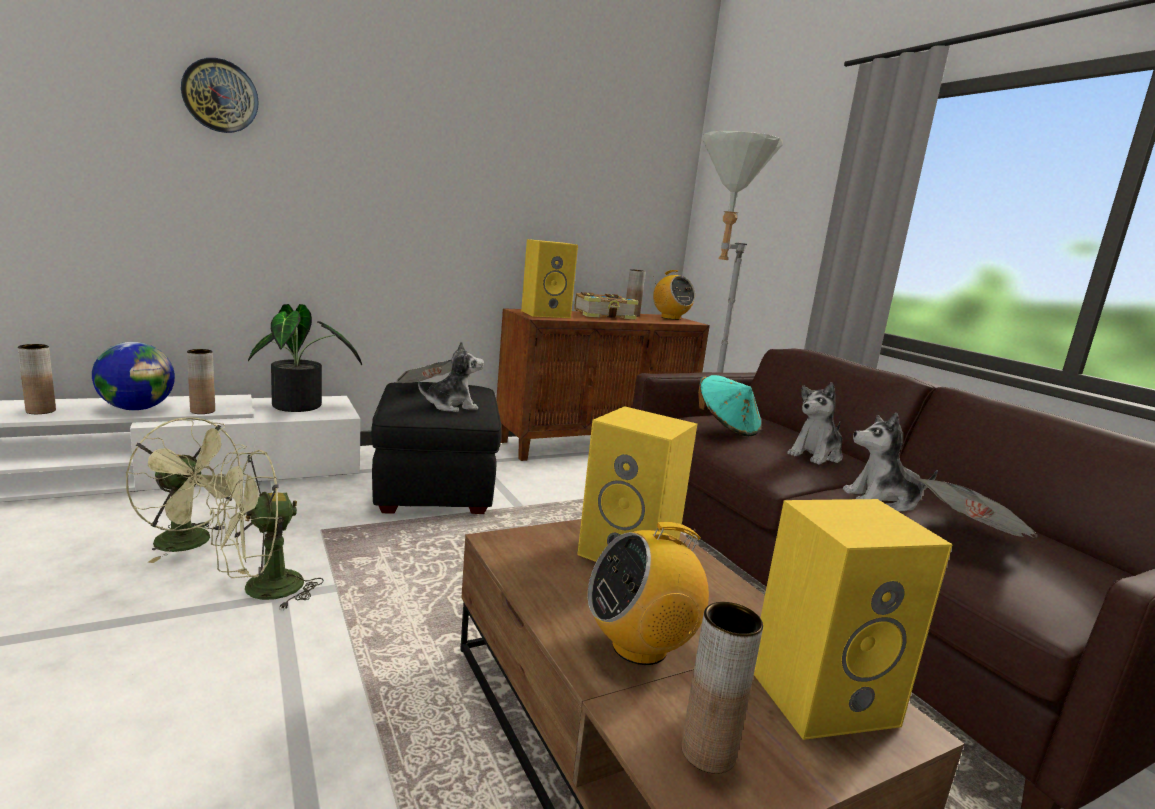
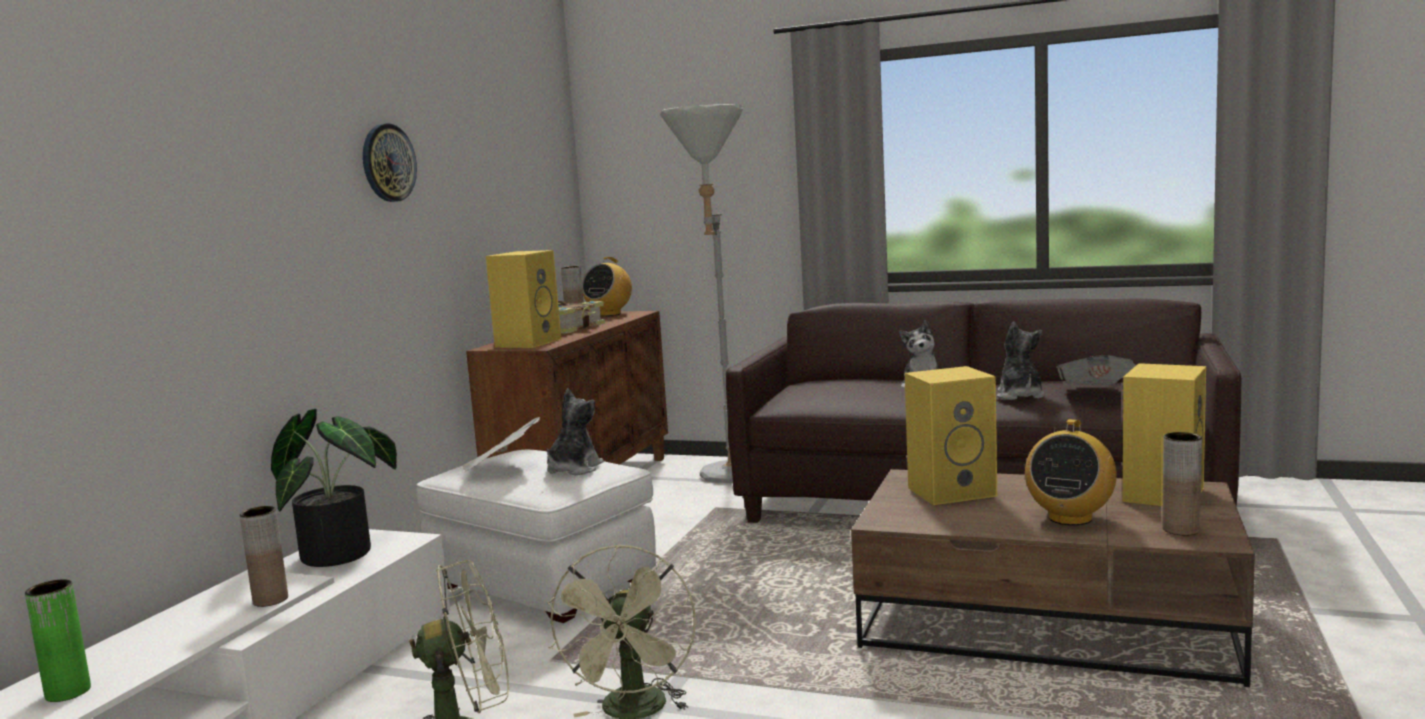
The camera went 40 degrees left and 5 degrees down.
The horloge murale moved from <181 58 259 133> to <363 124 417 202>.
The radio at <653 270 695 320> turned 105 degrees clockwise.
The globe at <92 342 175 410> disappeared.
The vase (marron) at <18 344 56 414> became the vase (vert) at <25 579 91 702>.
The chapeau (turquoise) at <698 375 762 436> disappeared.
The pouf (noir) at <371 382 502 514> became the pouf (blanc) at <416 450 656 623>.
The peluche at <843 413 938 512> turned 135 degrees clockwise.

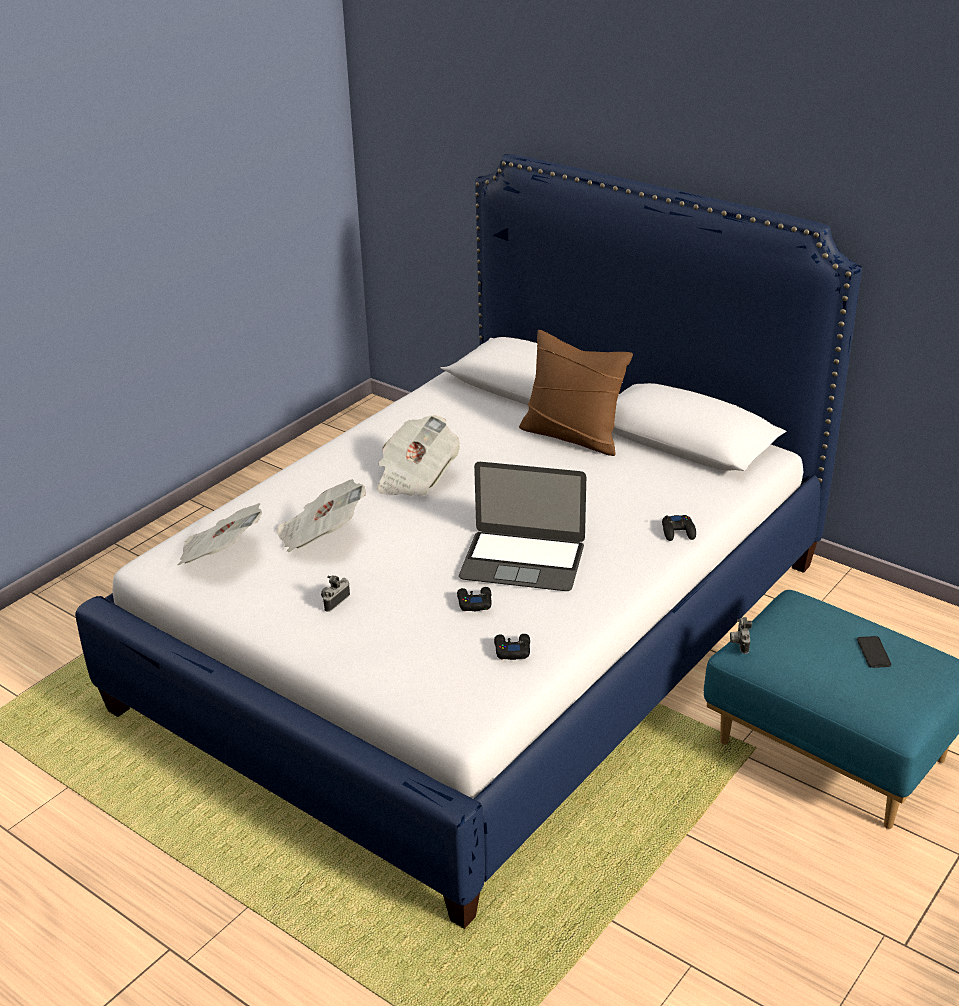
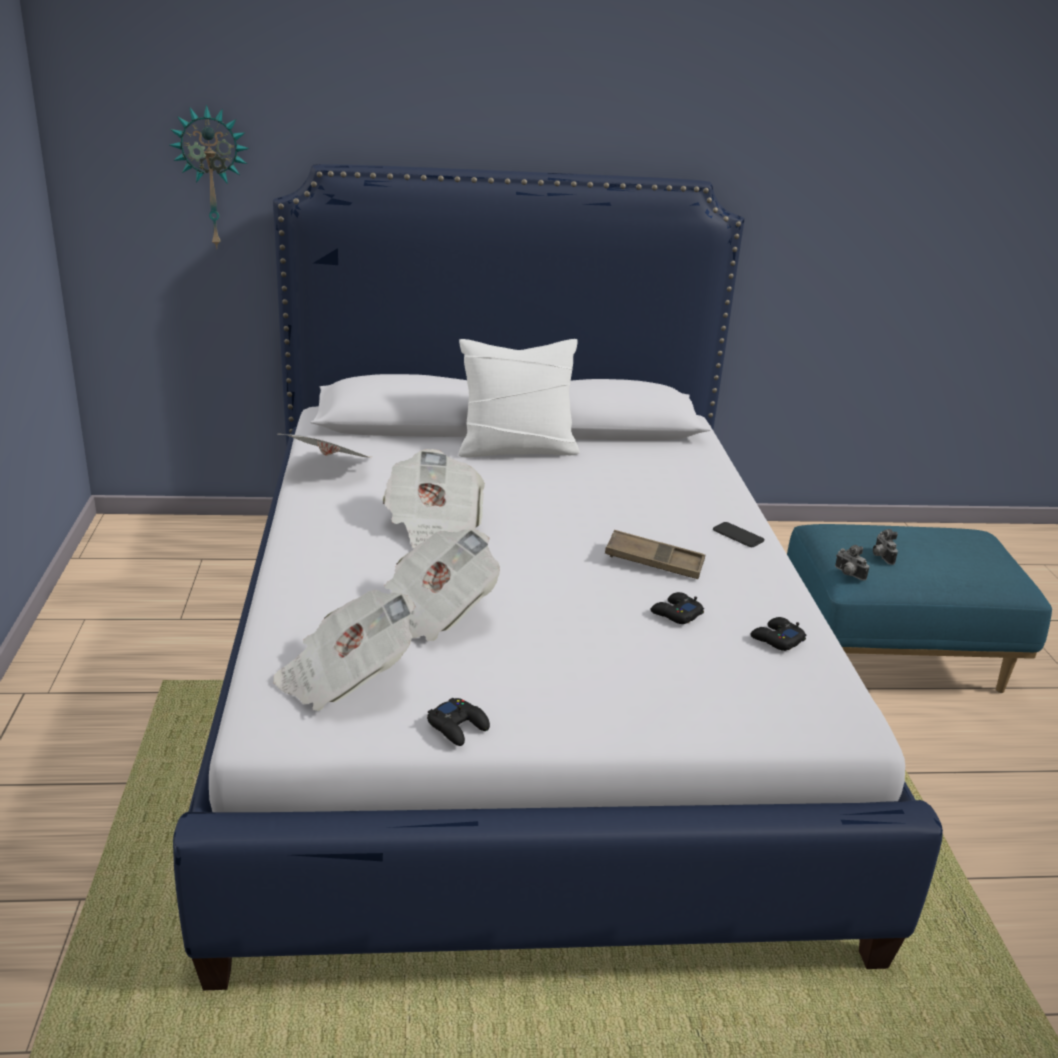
The camera went 45 degrees left and 5 degrees down.
The coussin (marron) at <519 330 633 456> became the coussin (blanc) at <458 339 580 457>.
The ordinateur portable at <459 462 586 591> was replaced by the plateau (marron) at <605 530 705 579>.
The manette (noir) moved from <662 515 696 541> to <427 698 490 746>.
The appareil photo moved from <321 575 350 612> to <873 529 898 565>.
The téléphone moved from <857 636 891 668> to <713 522 764 547>.
The horloge murale at <170 105 249 250> appeared.
The journal at <277 433 373 459> appeared.

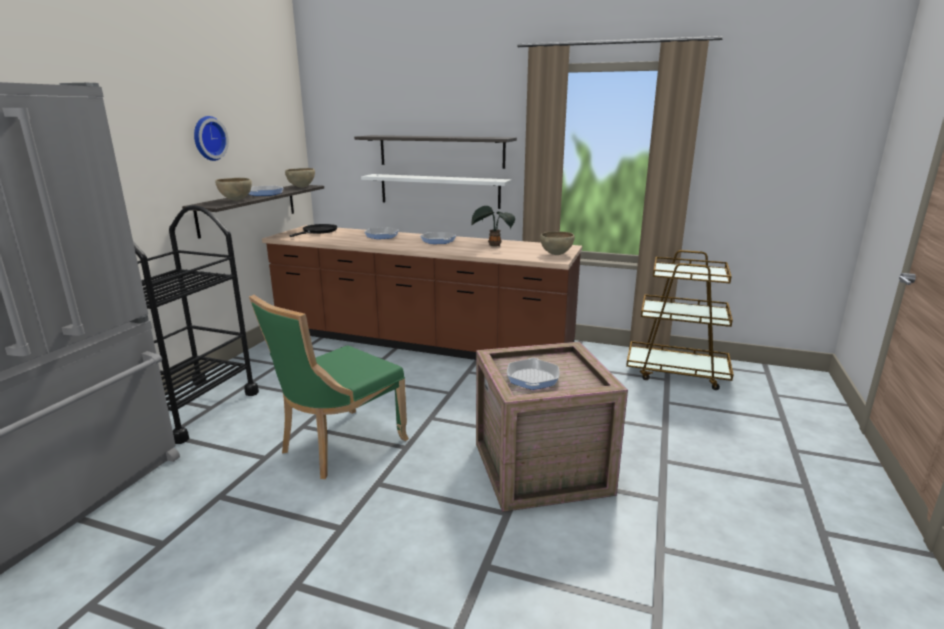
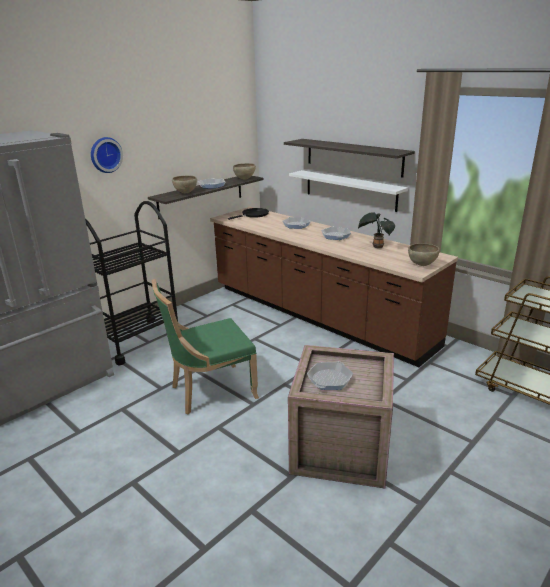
The camera went 25 degrees right and 5 degrees up.
The horloge murale moved from <194 116 229 161> to <91 137 123 173>.

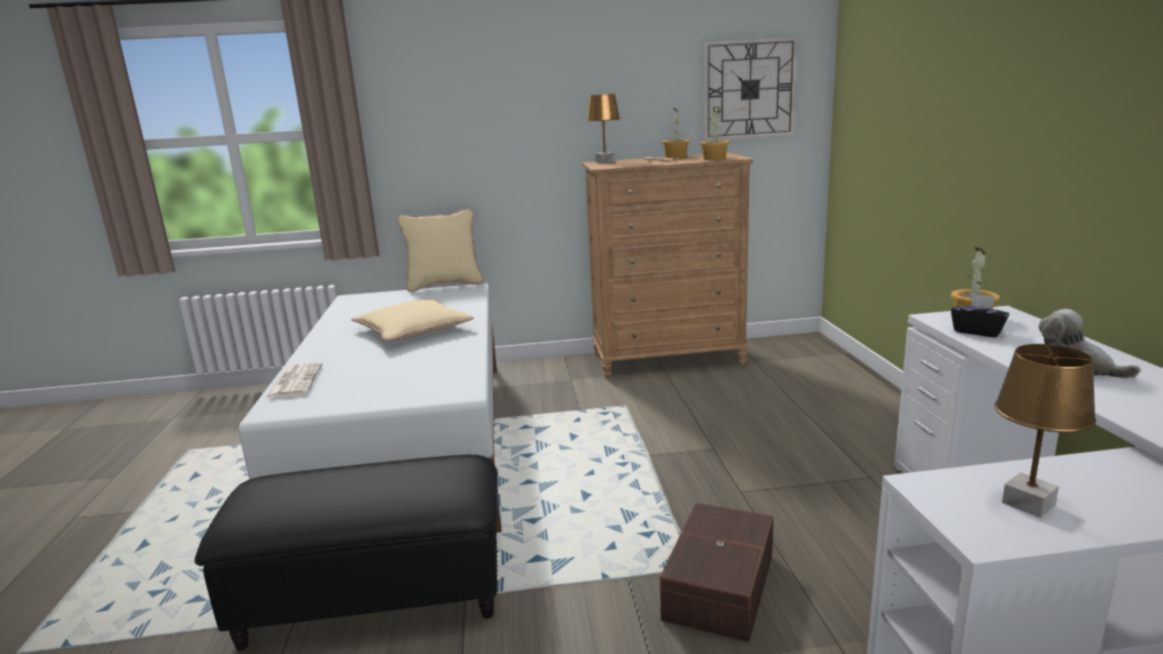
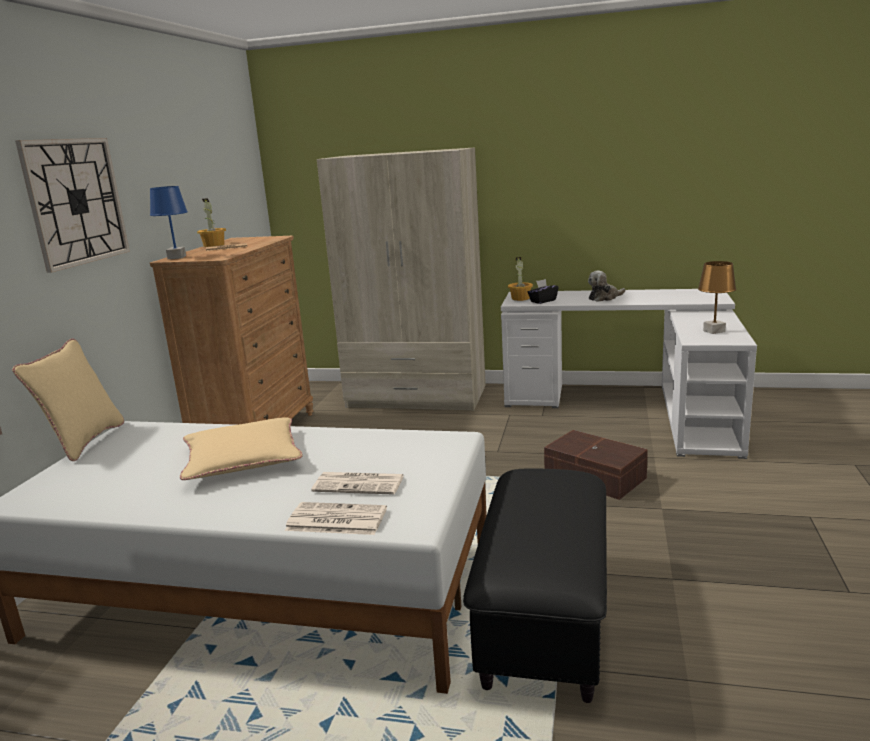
The camera went 70 degrees left and 0 degrees up.
The horloge murale moved from <704 37 798 141> to <15 138 130 273>.
The lampe de table (marron) at <586 94 620 163> became the lampe de table (bleu) at <150 186 188 259>.
The plante en pot at <699 107 730 160> disappeared.
The armoire (beige) at <317 147 486 411> appeared.
The journal at <311 472 404 495> appeared.

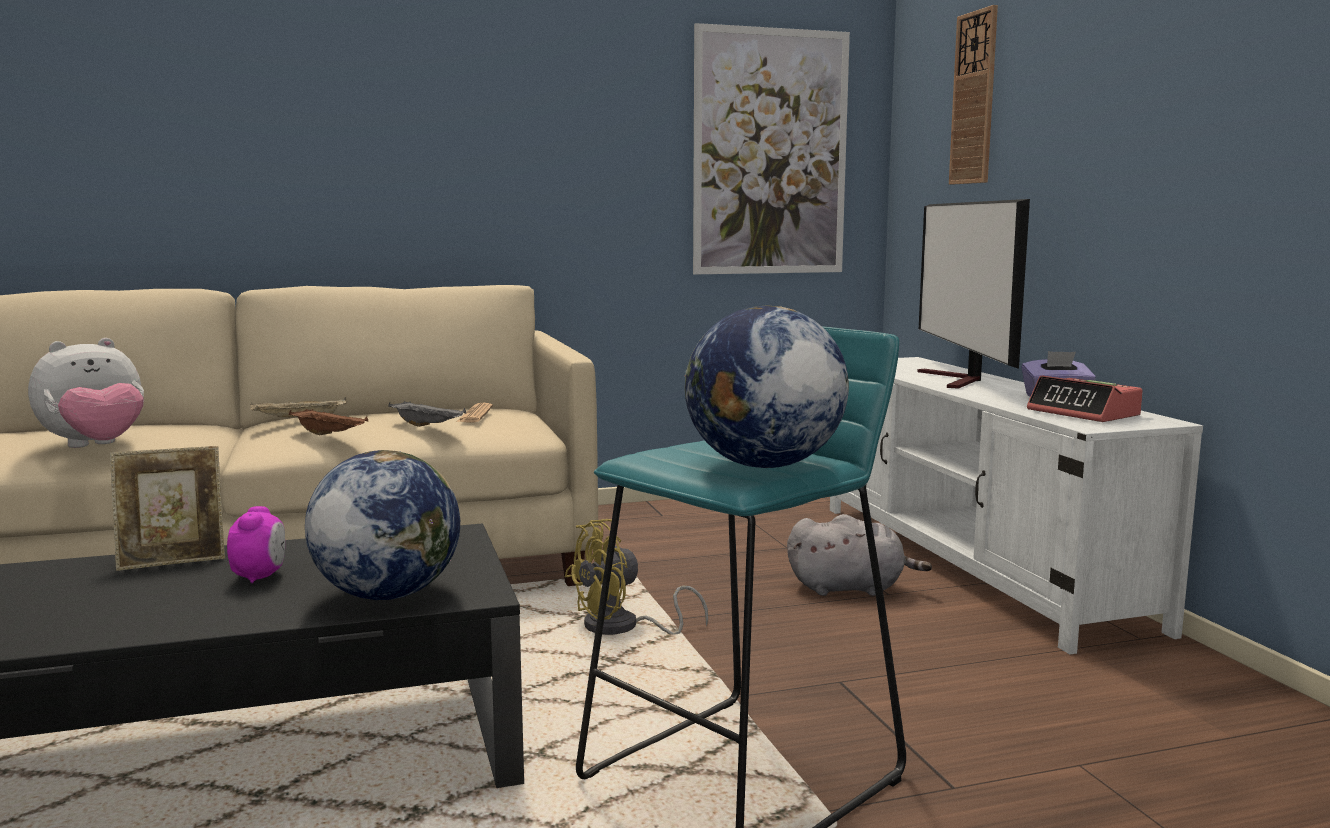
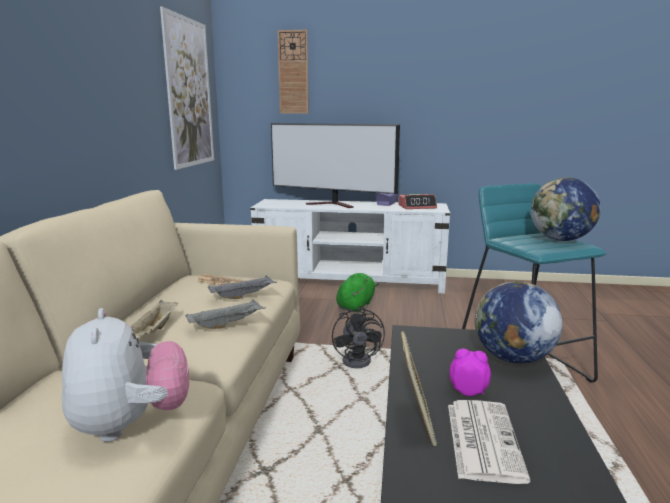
The camera went 65 degrees left and 5 degrees up.
The plateau (marron) at <289 409 368 435> became the plateau (gris) at <185 299 266 329>.
The peluche (gris) at <787 514 932 596> became the peluche (vert) at <336 273 379 313>.
The ventilateur (jaune) at <564 519 708 635> became the ventilateur (noir) at <332 306 385 368>.
The journal at <448 400 530 484> appeared.

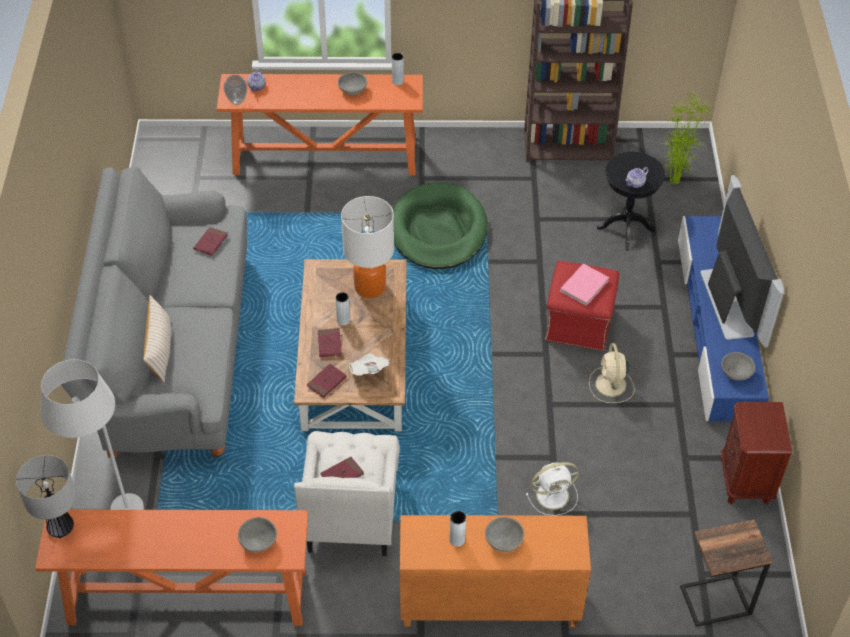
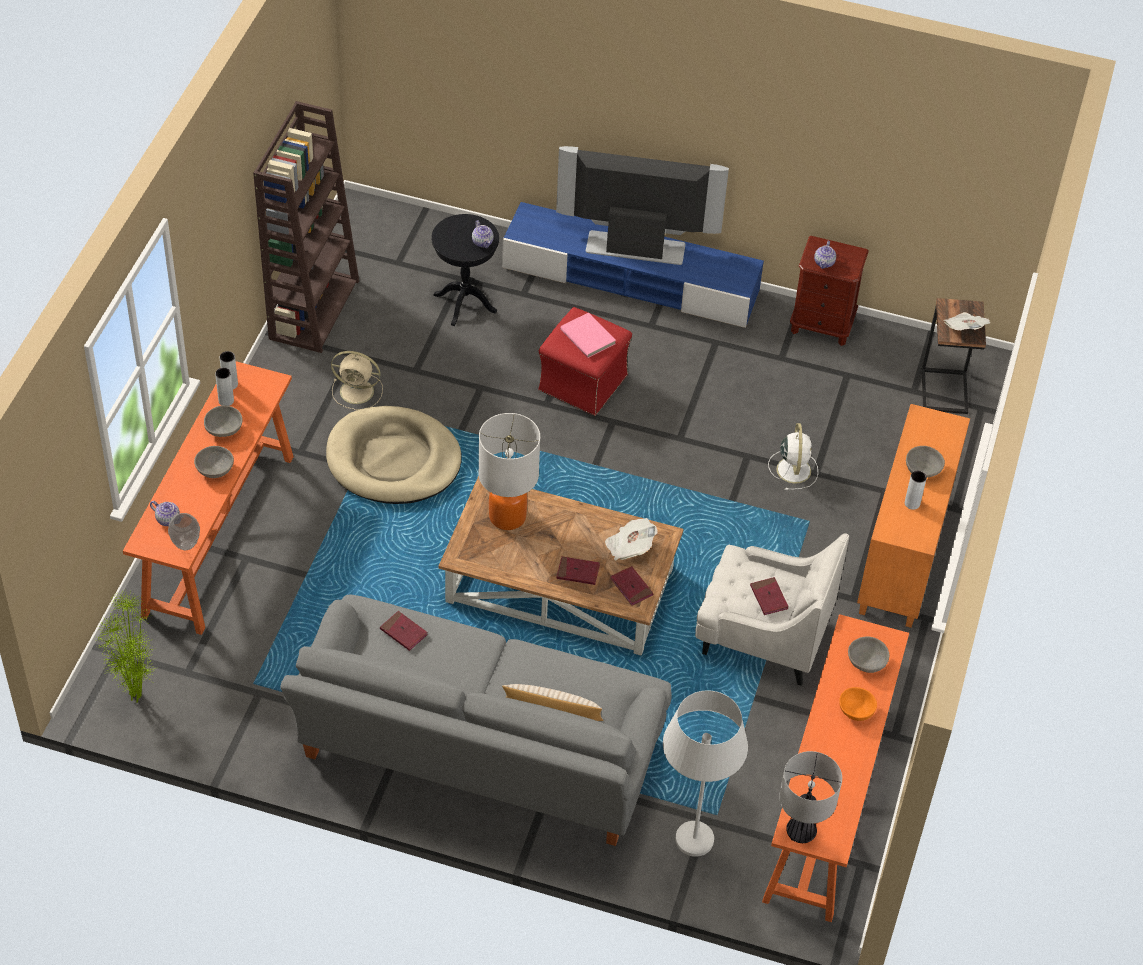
The camera went 75 degrees left and 0 degrees up.
The plante en pot moved from <663 91 712 184> to <97 589 155 703>.
The panier pour chien (vert) at <393 182 488 269> became the panier pour chien (beige) at <326 406 462 504>.
The vase (gris) moved from <335 292 350 325> to <215 368 234 406>.
The ventilateur (beige) moved from <589 343 635 403> to <331 351 383 410>.
The bol (gris) moved from <721 352 755 380> to <194 446 234 478>.
The théière at <814 241 836 269> appeared.
The journal at <944 312 990 330> appeared.
The bol (orange) at <839 687 877 721> appeared.

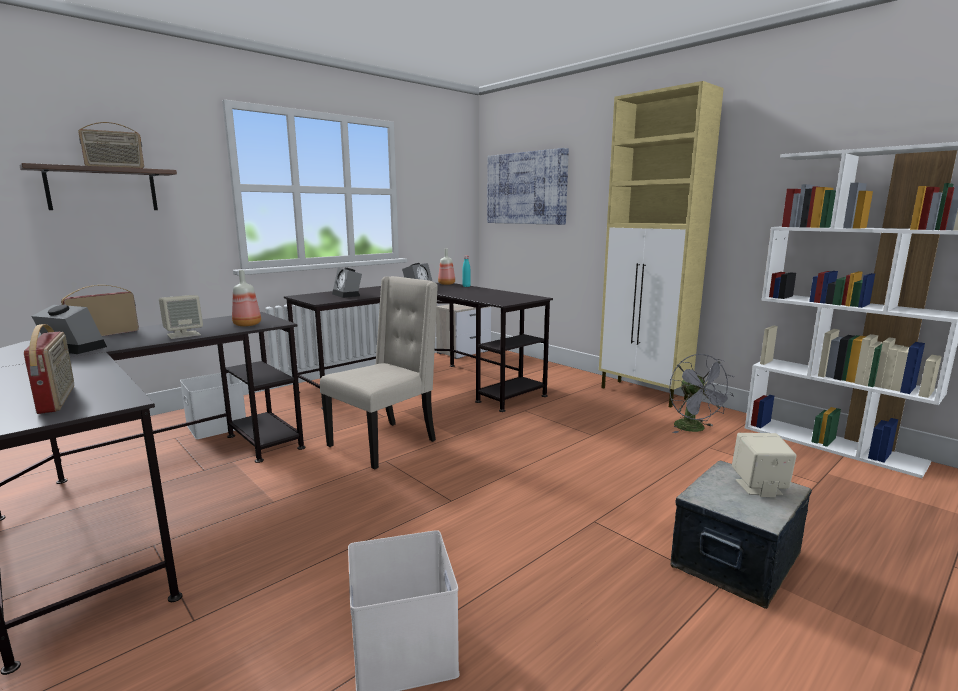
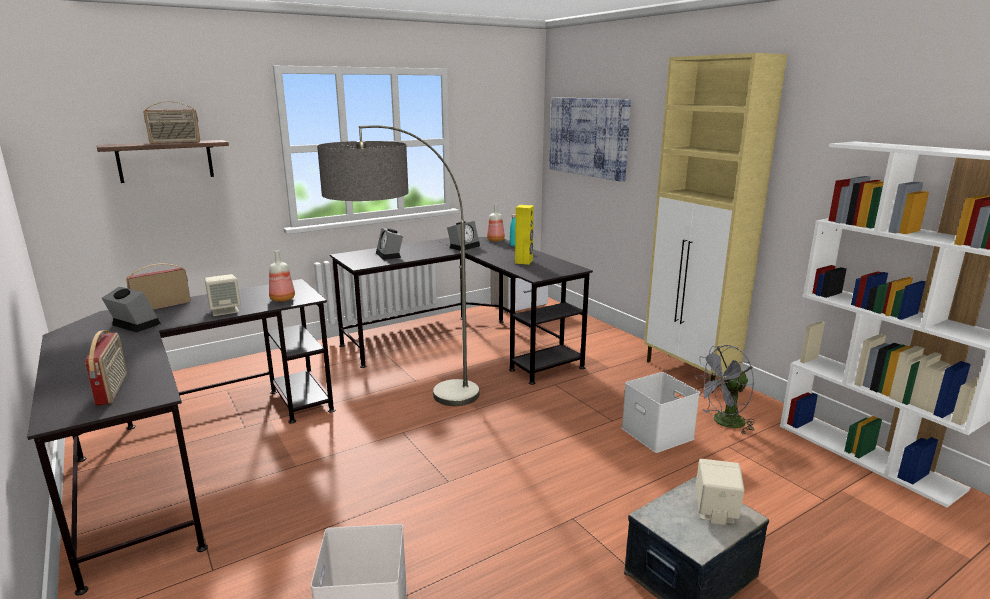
The camera went 10 degrees right and 5 degrees up.
The chaise (beige) at <320 276 438 470> was replaced by the lampadaire at <317 125 479 406>.
The ventilateur (gris) at <669 353 734 433> turned 75 degrees clockwise.
The boîte de rangement (blanc) moved from <180 373 246 439> to <622 372 700 453>.
The enceinte (jaune) at <515 205 534 265> appeared.

